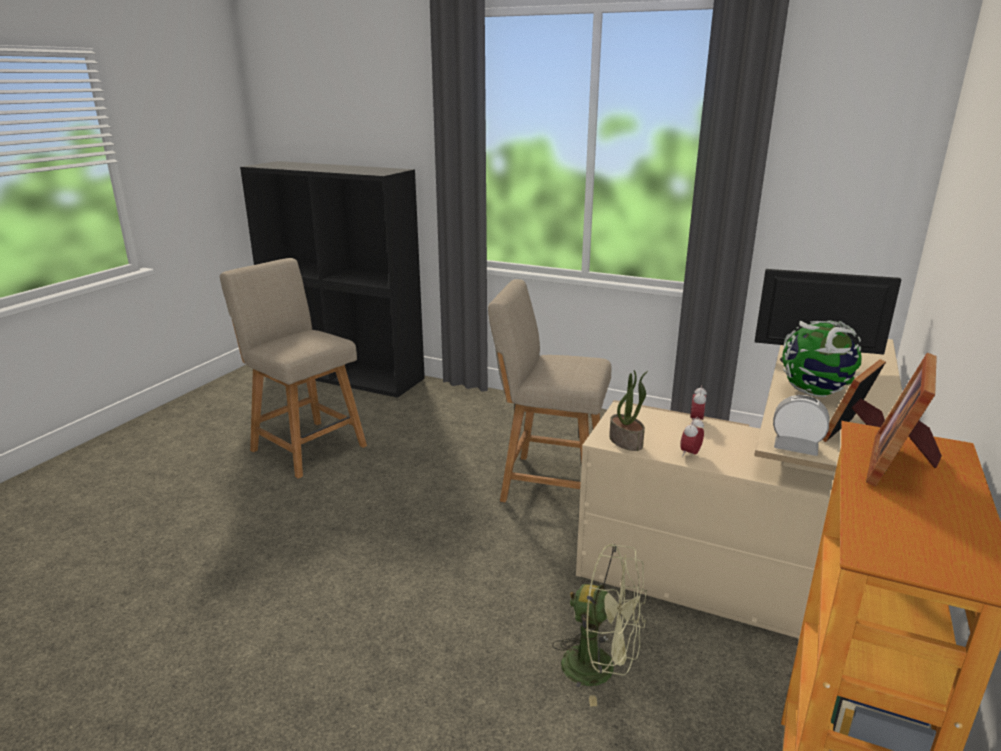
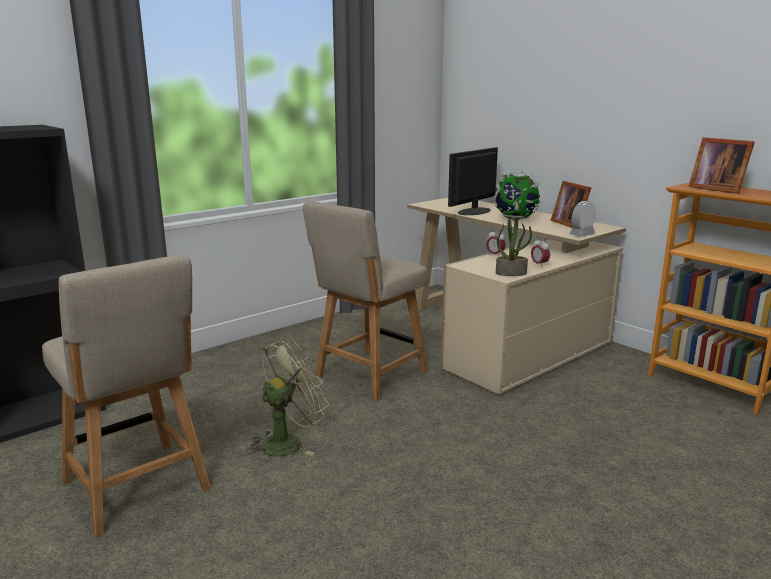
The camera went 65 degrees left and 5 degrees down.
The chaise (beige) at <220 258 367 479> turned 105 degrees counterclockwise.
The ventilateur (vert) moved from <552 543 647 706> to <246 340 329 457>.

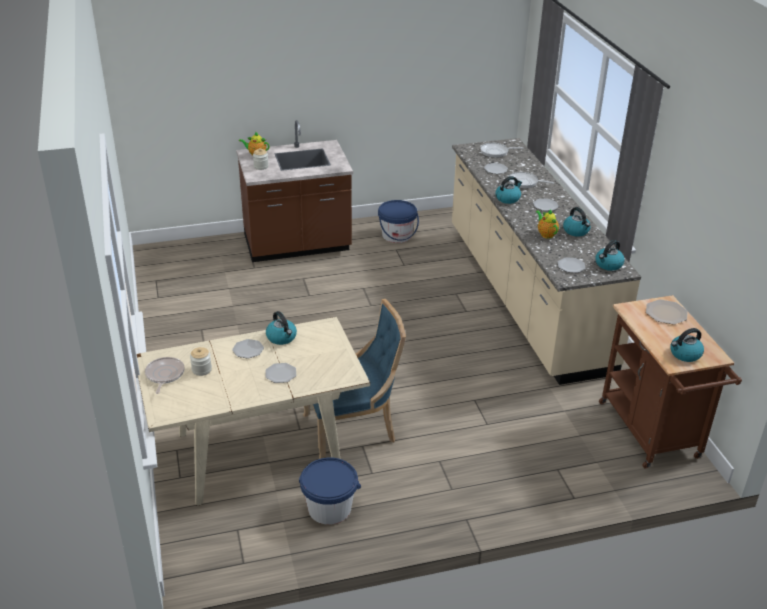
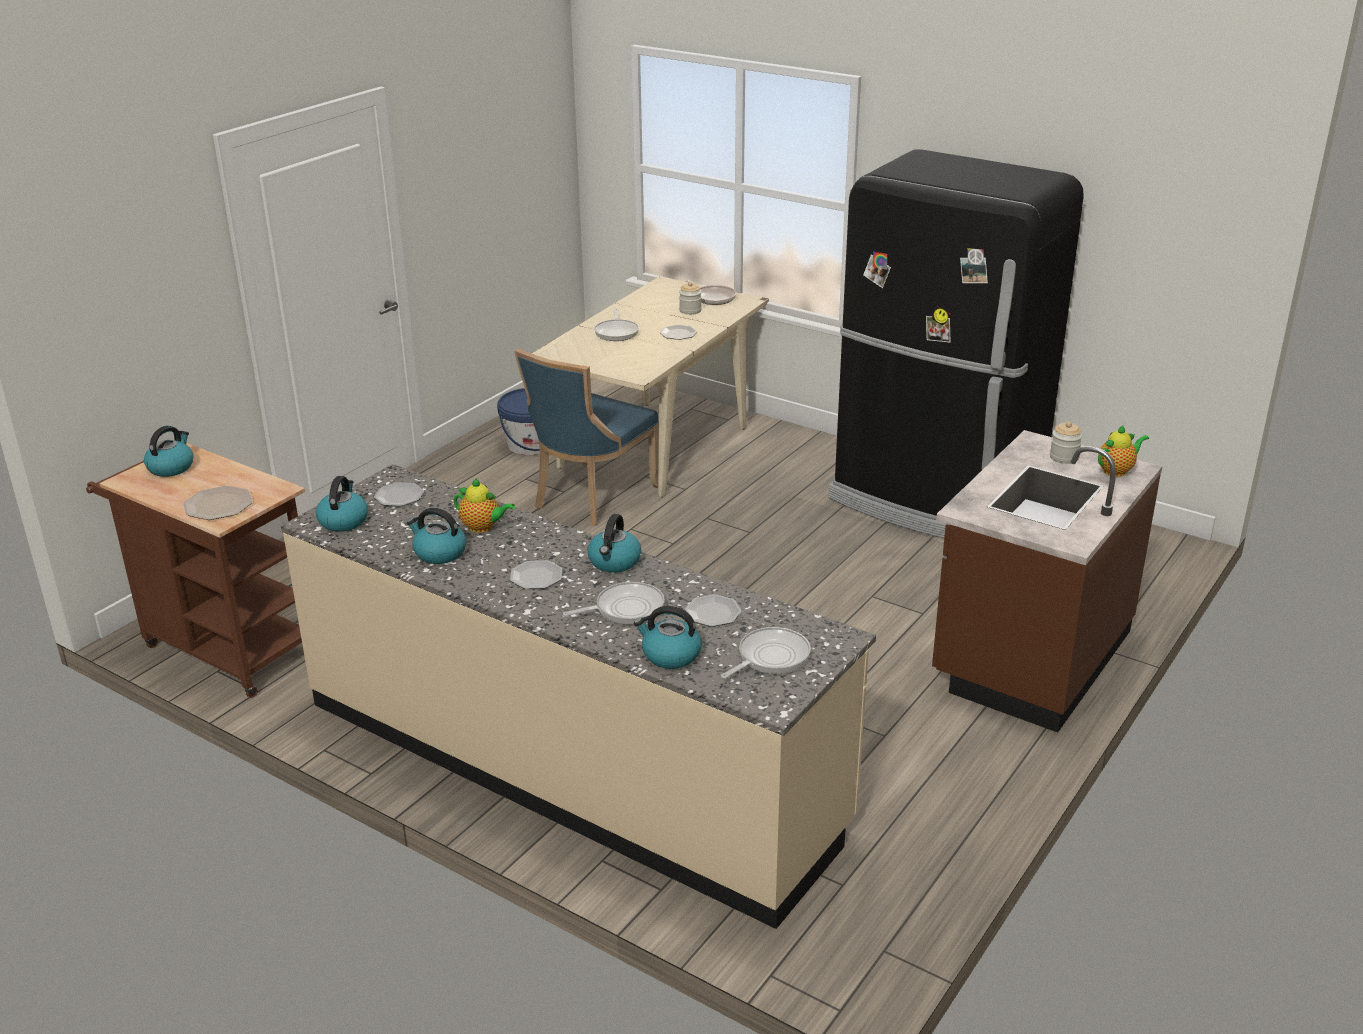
The camera went 140 degrees right and 5 degrees down.
The seau (bleu) at <378 200 419 243> disappeared.
The bouilloire moved from <266 311 297 345> to <634 606 702 669>.
The assiette at <265 363 296 383> was replaced by the poêle at <594 309 639 341>.
The réfrigérateur (noir) at <828 149 1084 539> appeared.

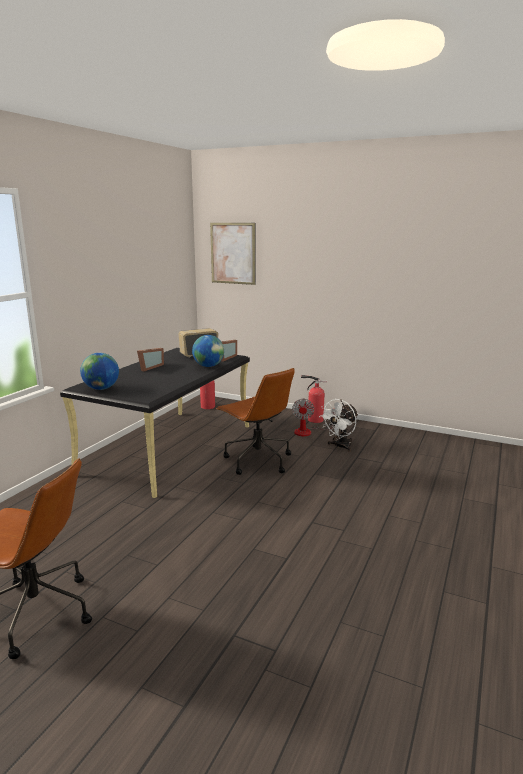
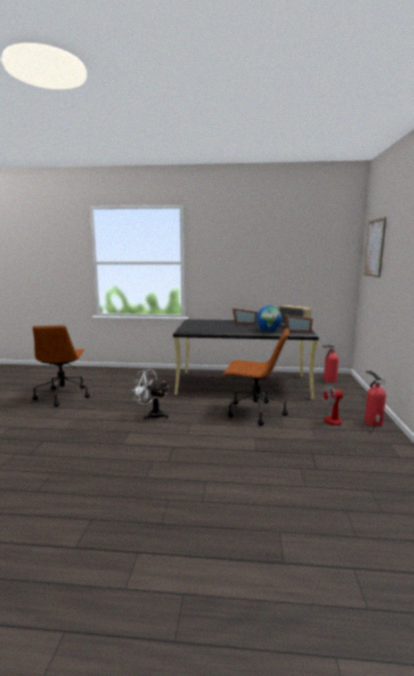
The camera went 70 degrees right and 5 degrees down.
The globe at <80 353 119 390> disappeared.
The chaise de bureau (marron) at <216 368 295 475> turned 105 degrees counterclockwise.
The ventilateur (blanc) moved from <319 399 358 451> to <132 369 169 420>.

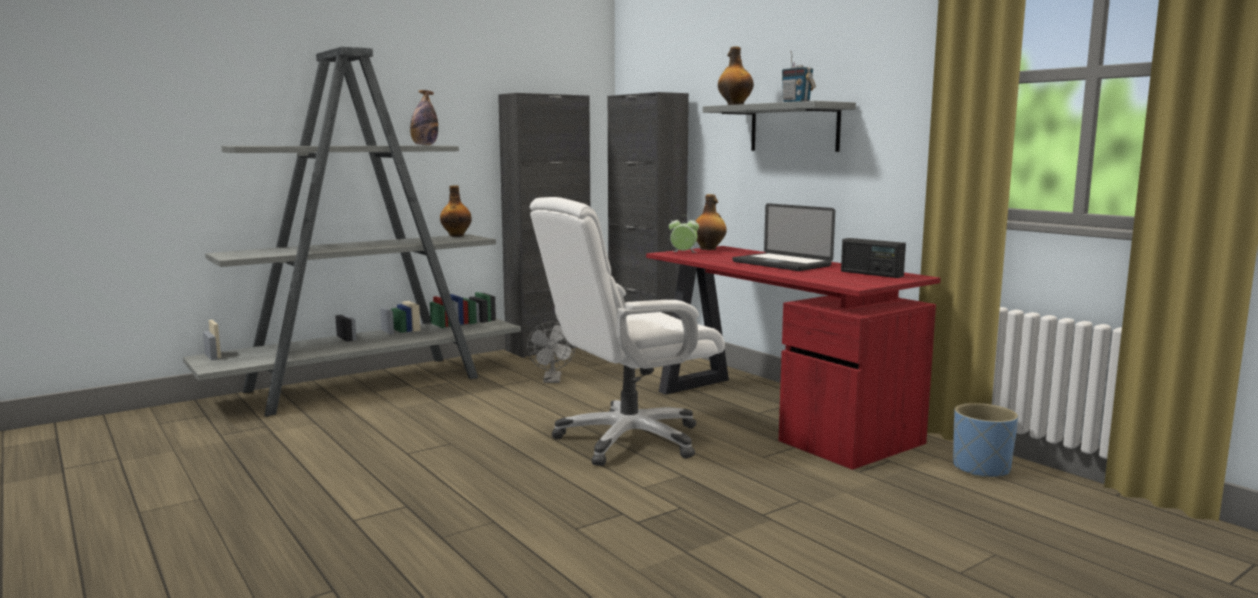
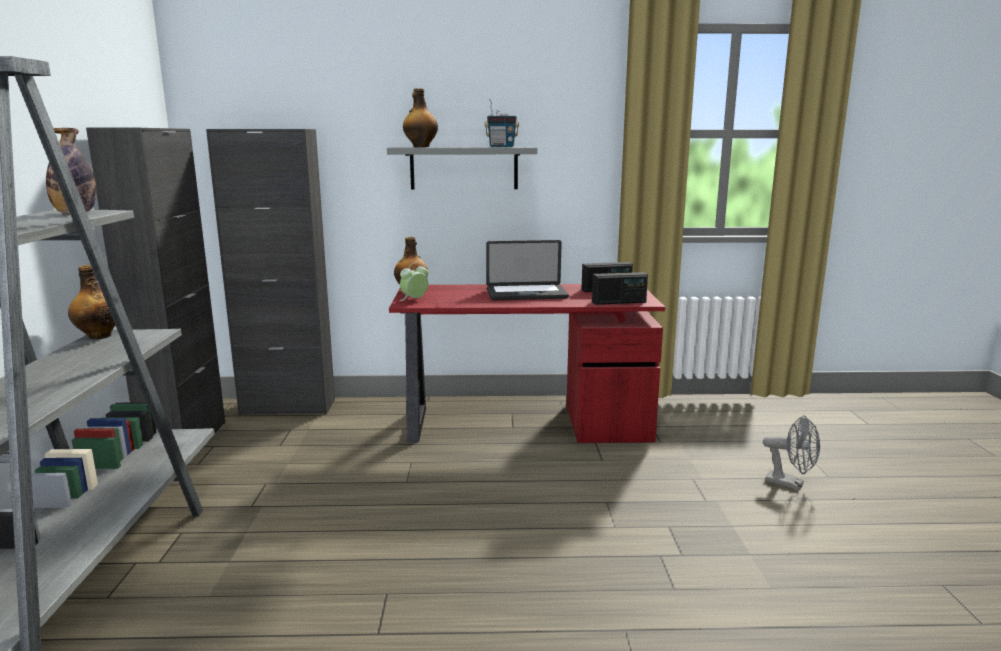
The camera went 55 degrees left and 5 degrees up.
The chaise de bureau (blanc) at <530 197 725 466> disappeared.
The ventilateur (gris) moved from <527 322 575 383> to <763 415 820 491>.
The cache-pot (bleu) at <953 403 1018 478> disappeared.
The radio at <592 272 648 305> appeared.

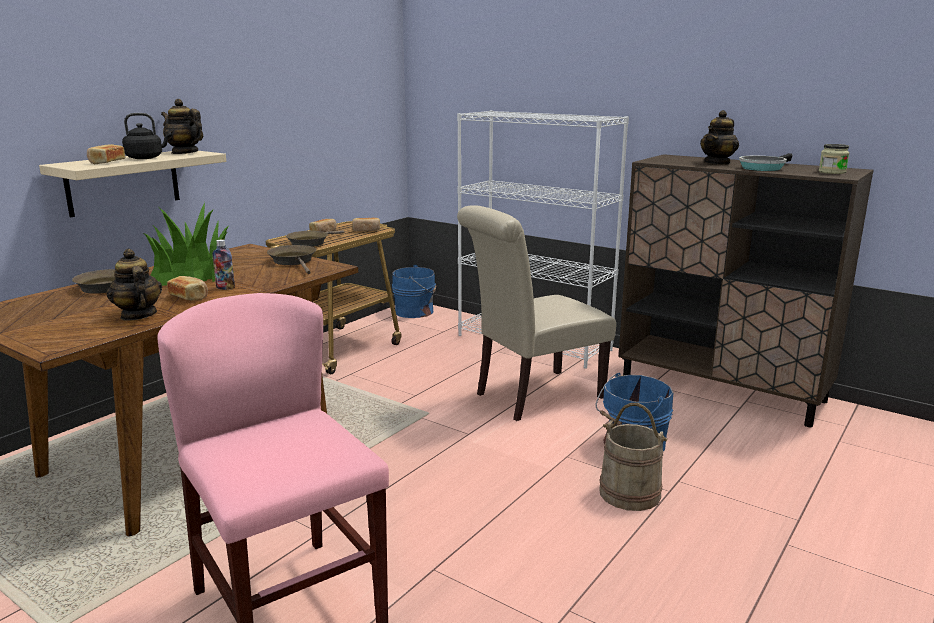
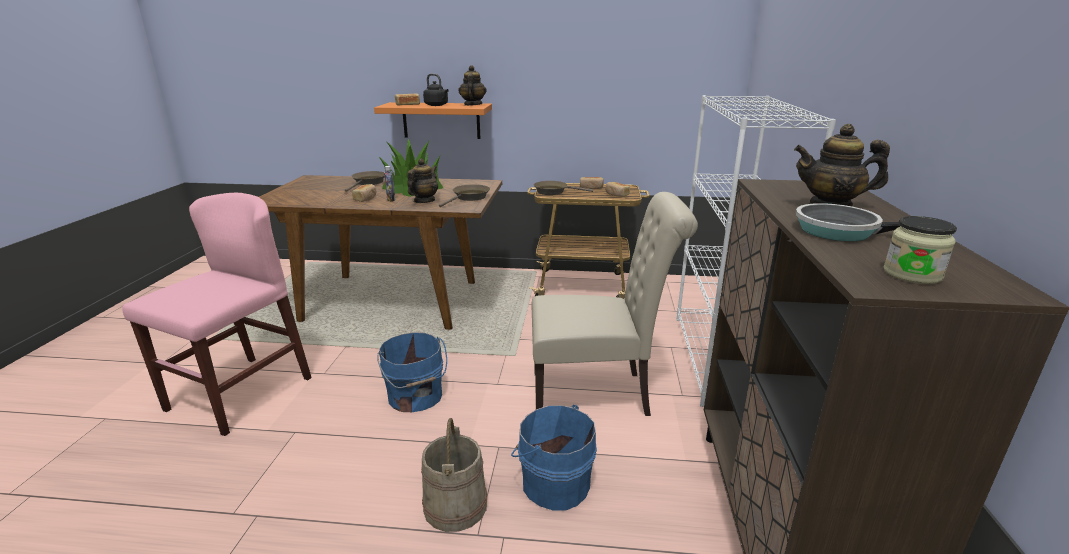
The camera went 60 degrees right and 5 degrees up.
The étagère (beige) at <39 151 226 217> became the étagère (orange) at <374 102 492 139>.
The chaise (beige) at <457 205 616 421> turned 150 degrees clockwise.
The théière moved from <107 249 162 321> to <407 159 438 203>.
The seau (bleu) moved from <392 265 437 318> to <377 332 447 412>.

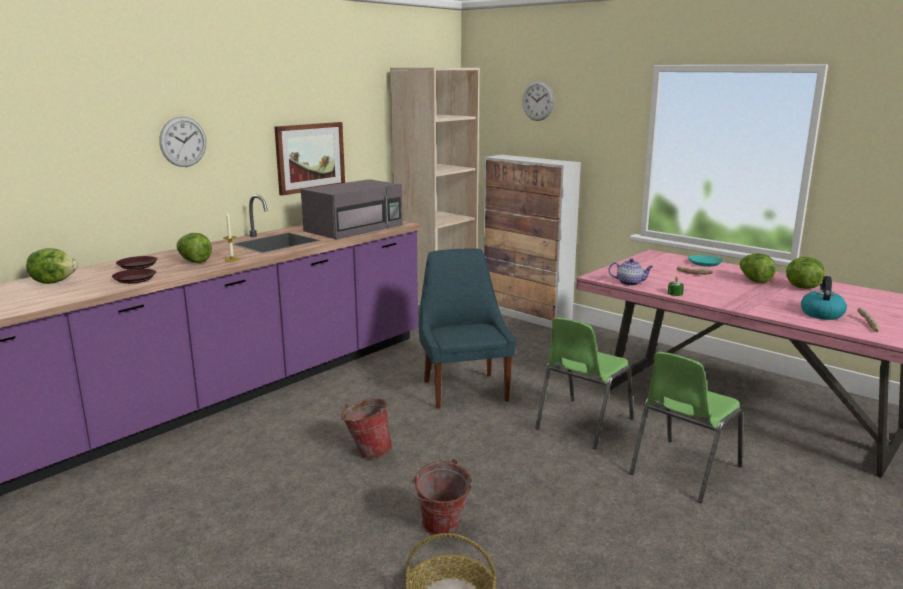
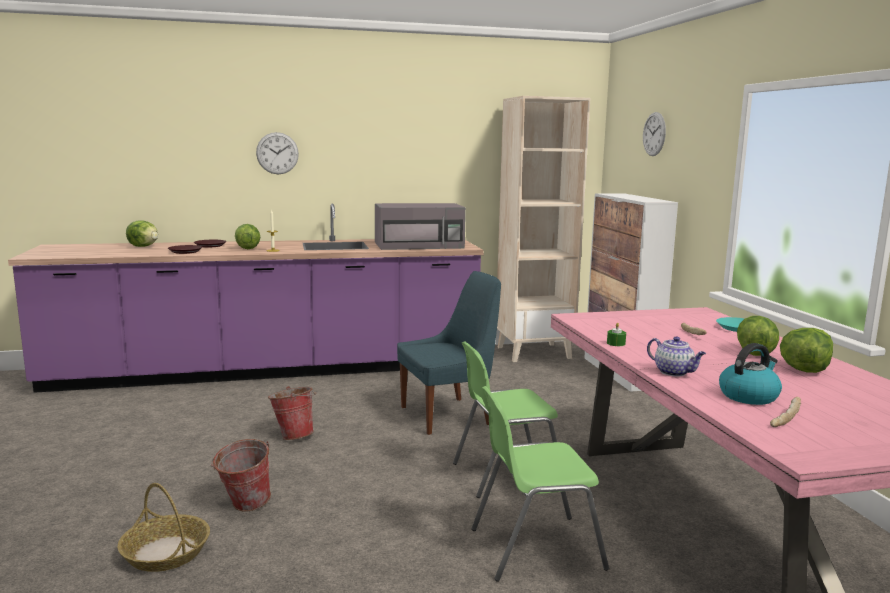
The camera went 35 degrees right and 5 degrees down.
The tableau at <274 122 345 196> disappeared.
The chaise (bleu) at <419 249 516 409> turned 45 degrees clockwise.
The théière moved from <608 258 653 286> to <647 336 706 376>.

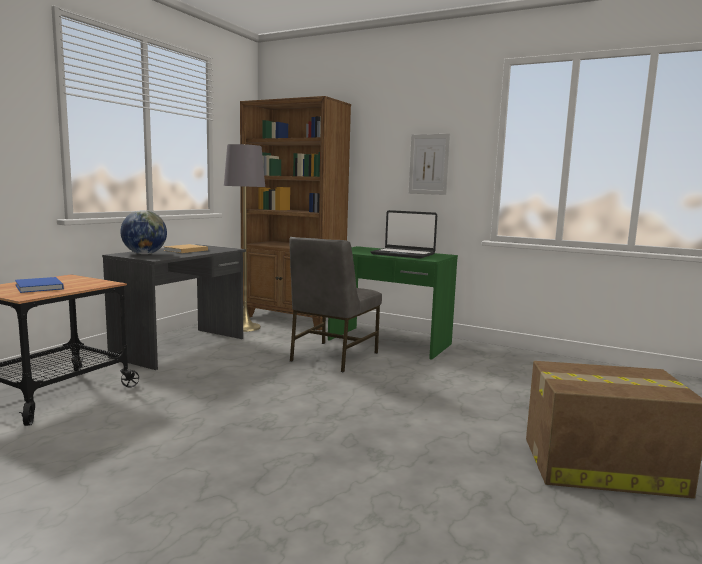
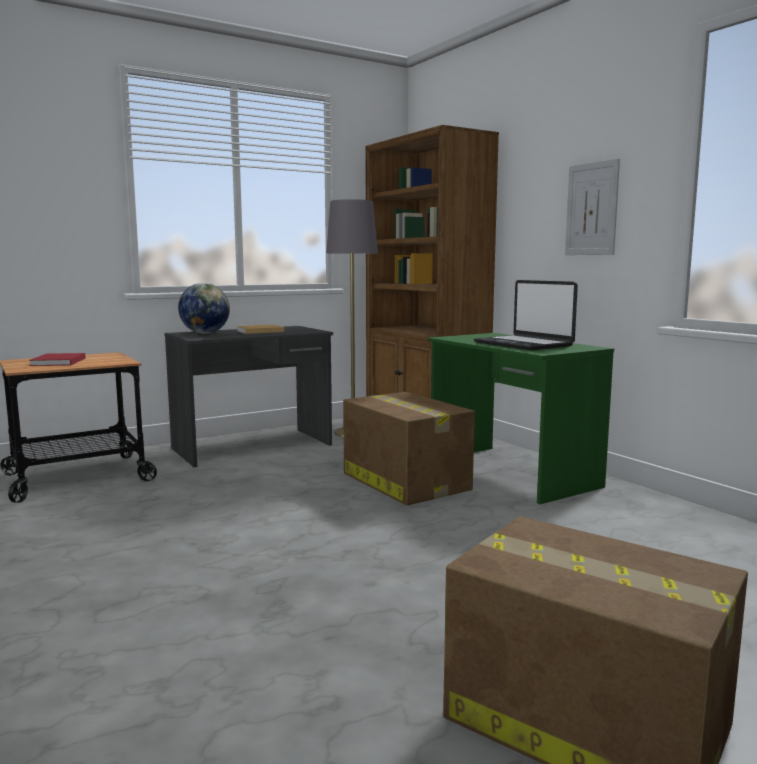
The camera went 30 degrees right and 0 degrees up.
The chaise (gris) at <289 237 382 372> was replaced by the carton at <343 392 475 505>.
The livre (bleu) at <15 277 64 293> became the livre (rouge) at <29 353 86 366>.

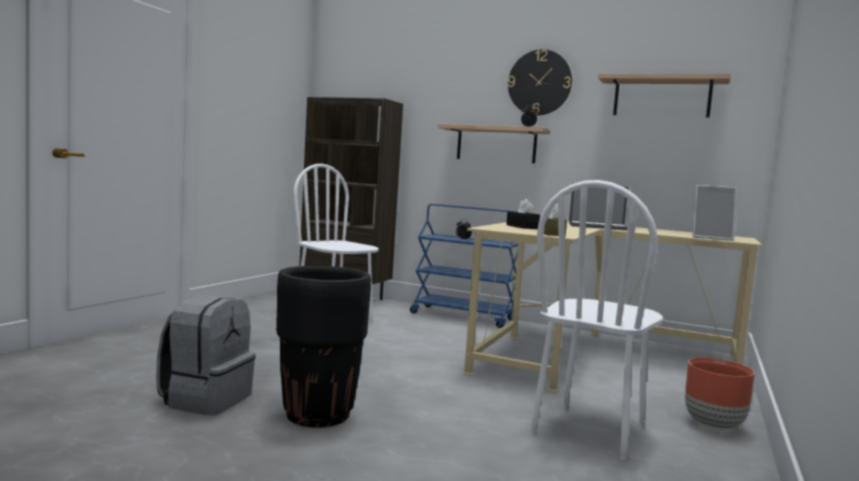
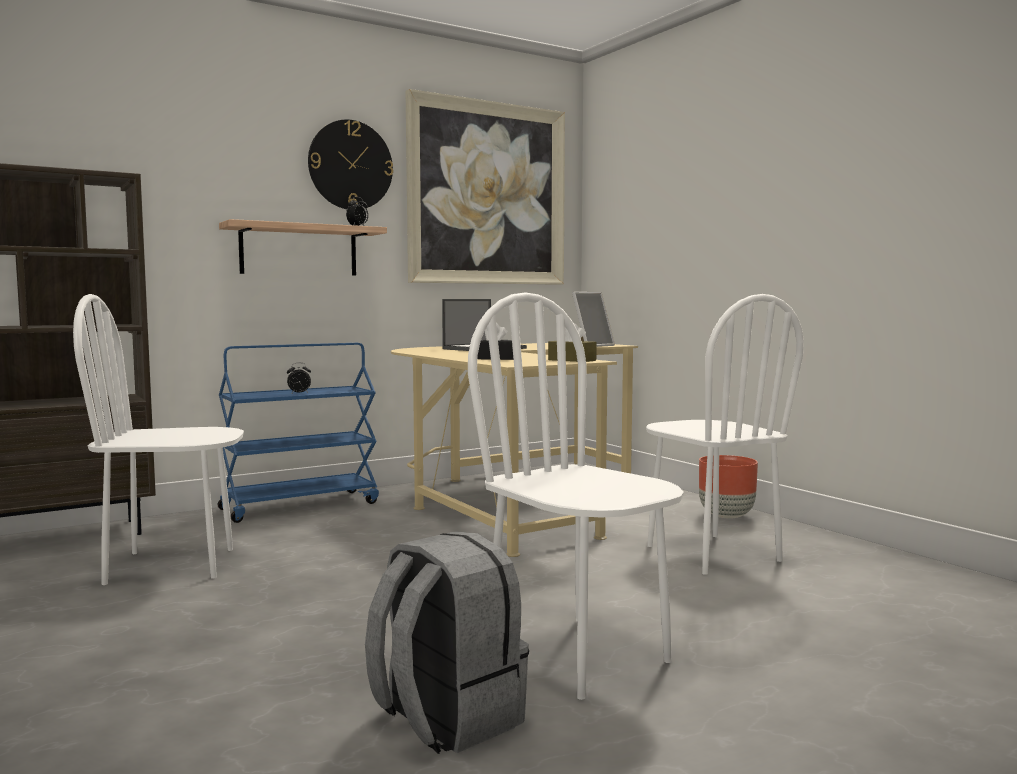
The camera went 55 degrees left and 0 degrees up.
The étagère at <598 73 731 117> was replaced by the tableau at <406 89 565 285>.
The cache-pot (noir) at <276 266 371 428> was replaced by the chaise (blanc) at <468 292 684 700>.

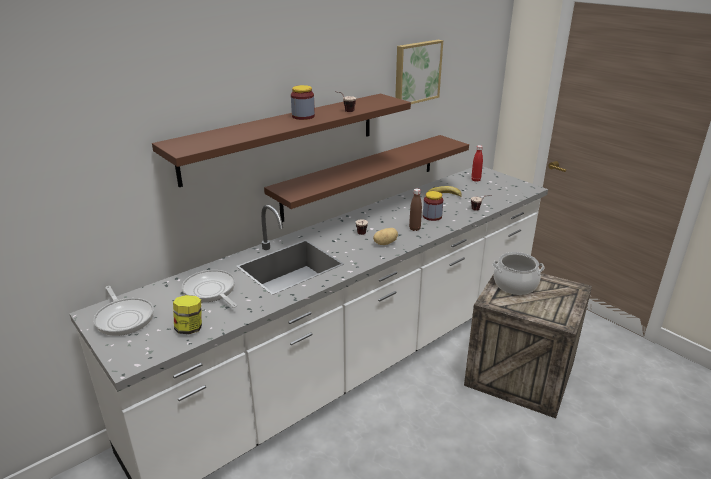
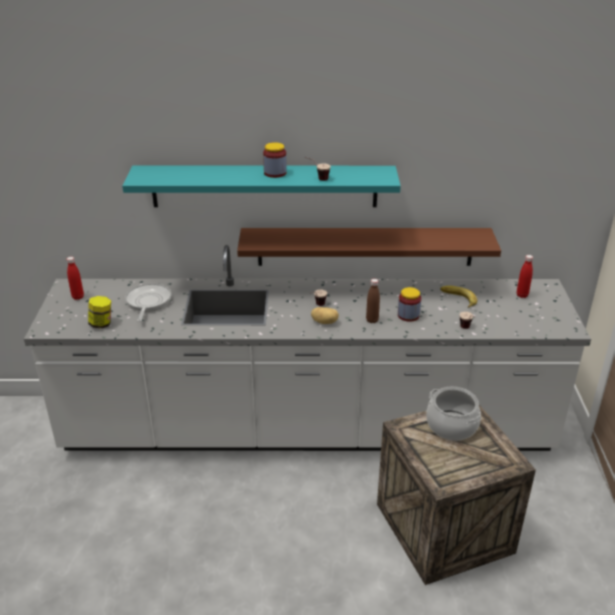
The camera went 40 degrees right and 5 degrees up.
The tableau at <395 40 443 104> disappeared.
The étagère (marron) at <152 94 411 187> became the étagère (turquoise) at <122 166 401 207>.
The poêle at <93 286 154 336> was replaced by the bouteille (rouge) at <67 257 84 300>.

